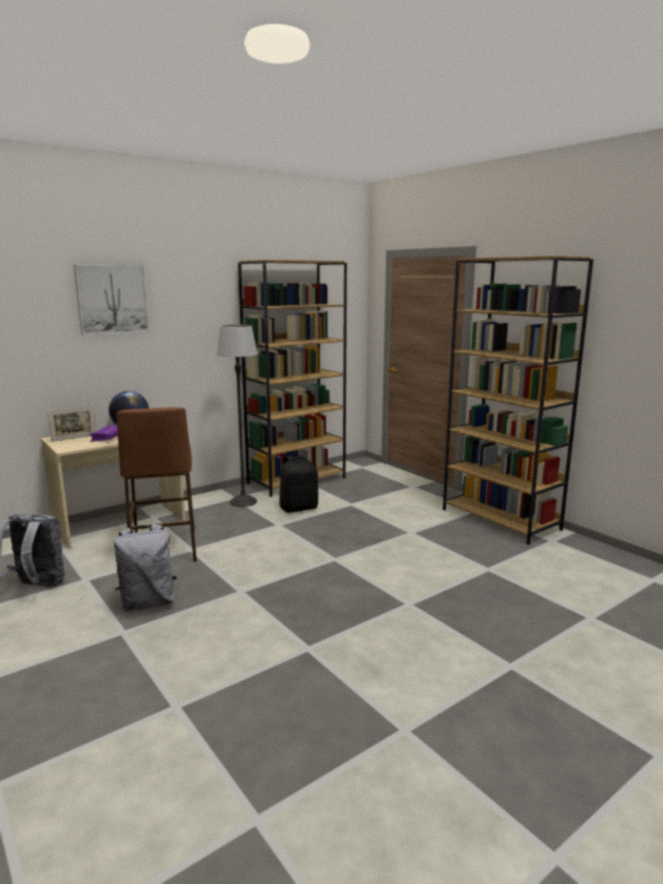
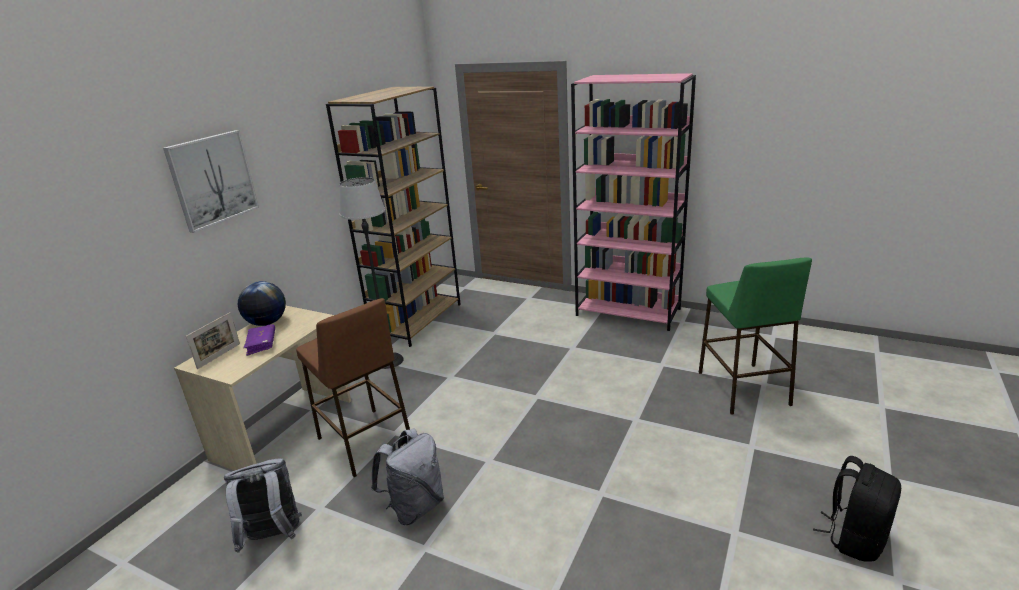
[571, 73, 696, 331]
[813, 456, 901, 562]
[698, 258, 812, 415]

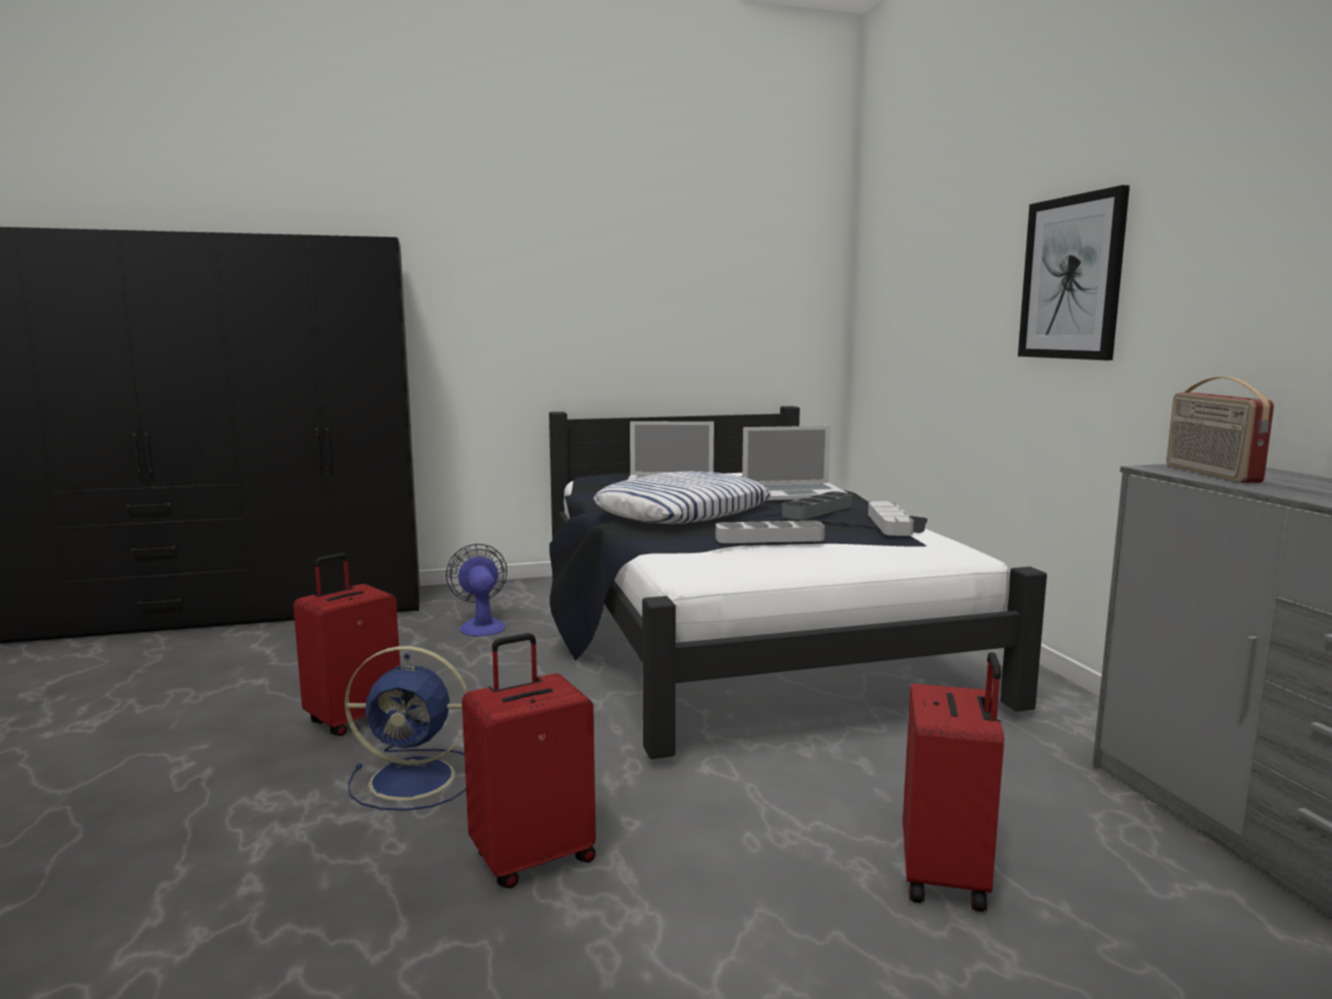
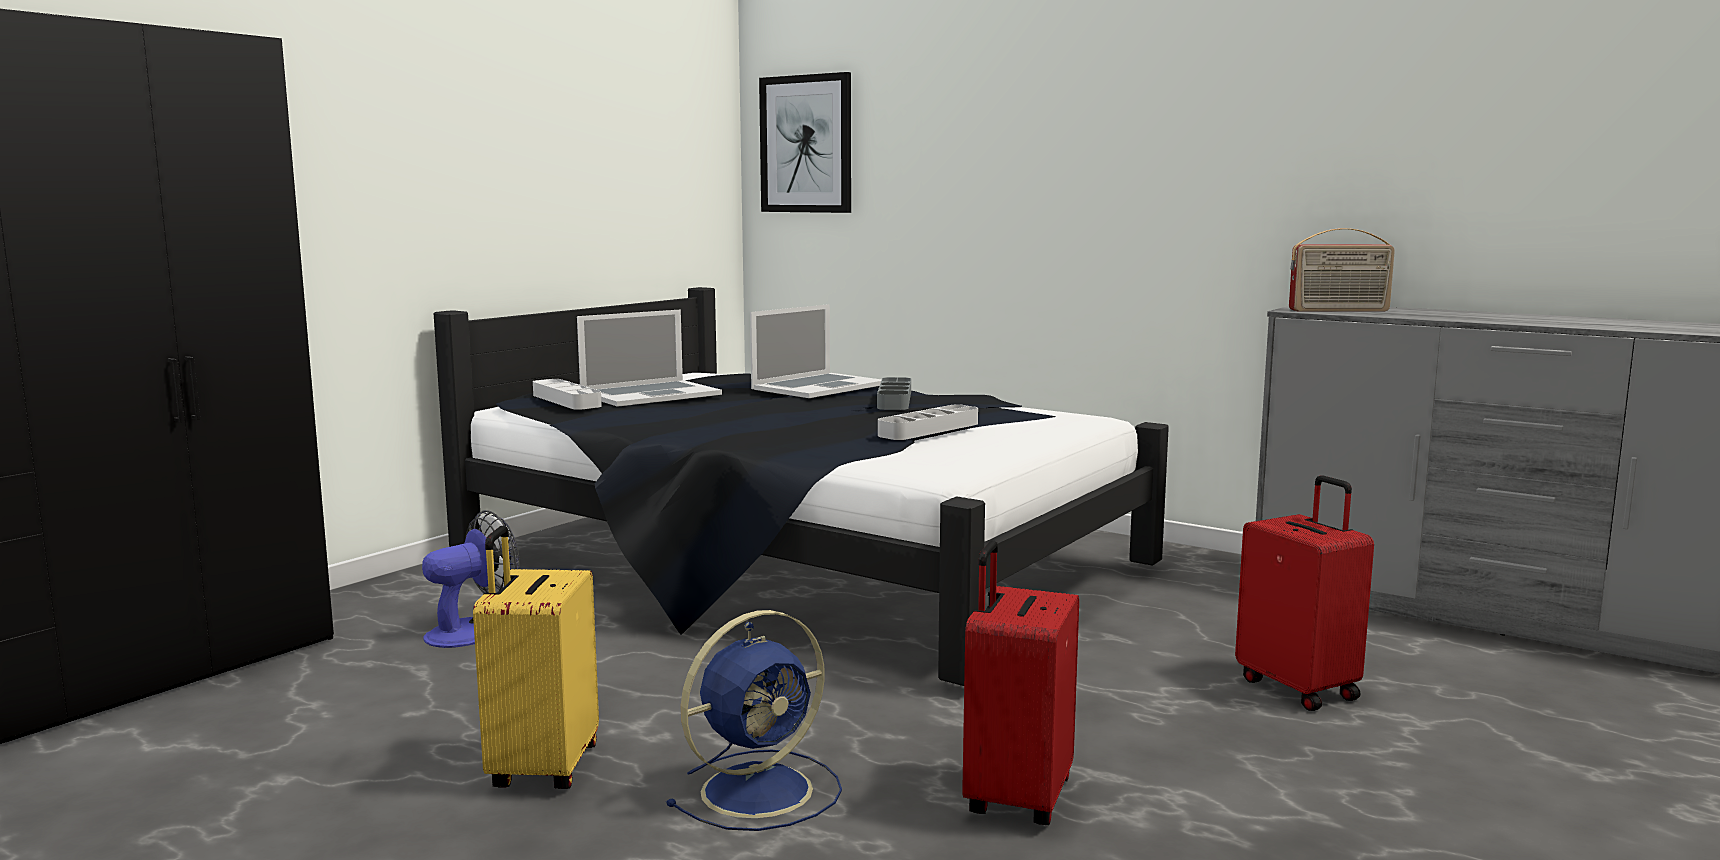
[759, 72, 851, 213]
[1289, 228, 1395, 312]
[593, 471, 771, 524] (first image)
[533, 379, 602, 410]
[422, 510, 520, 648]
[473, 526, 599, 789]

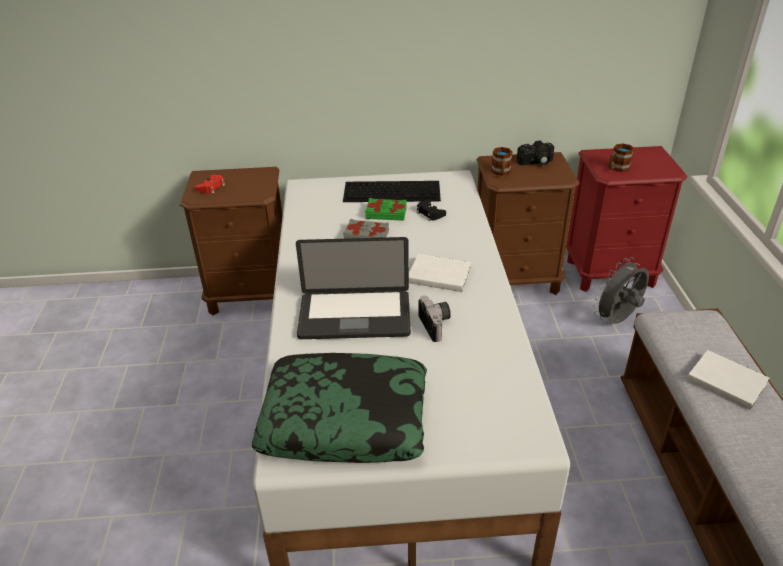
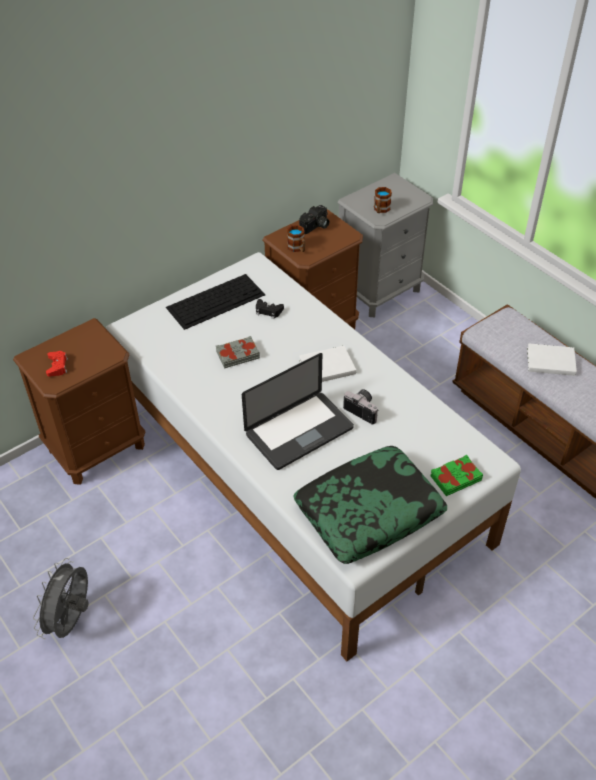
[337, 173, 433, 317]
[431, 455, 483, 496]
[33, 558, 89, 639]

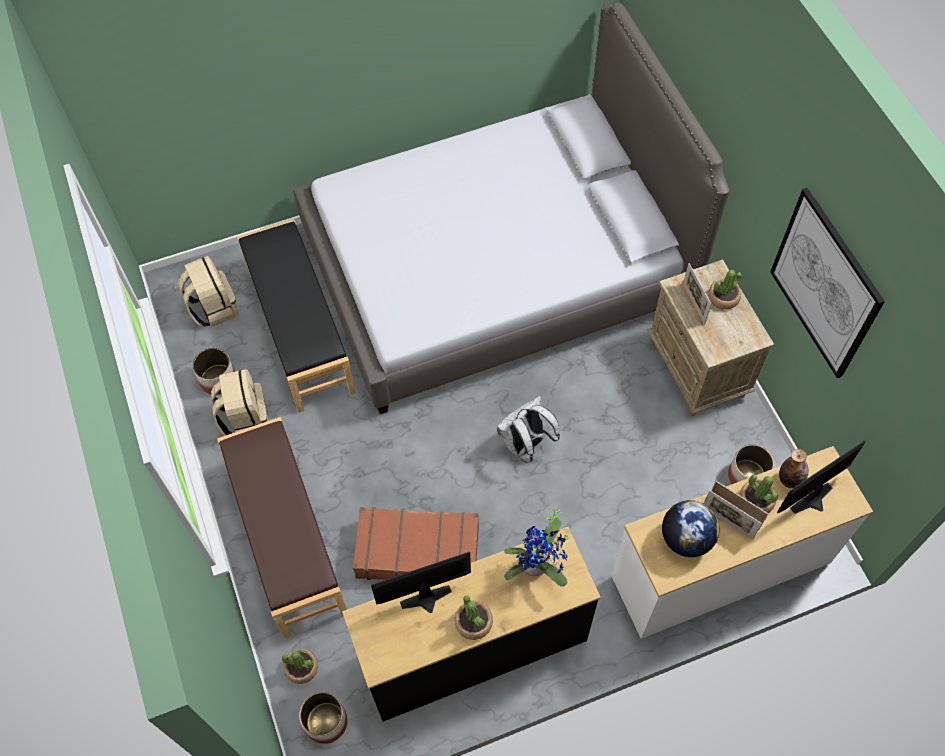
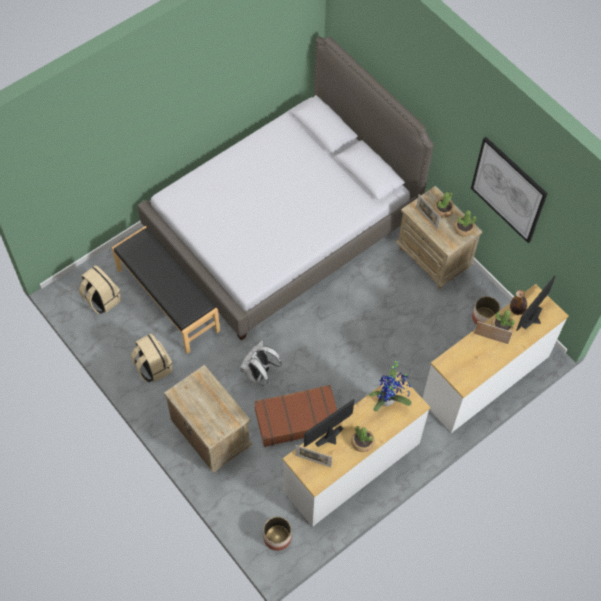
[192, 348, 235, 395] (first image)
[240, 340, 282, 386]
[164, 365, 252, 473]
[295, 445, 332, 467]
[662, 500, 720, 557] (first image)
[283, 373, 431, 527]
[454, 210, 476, 237]

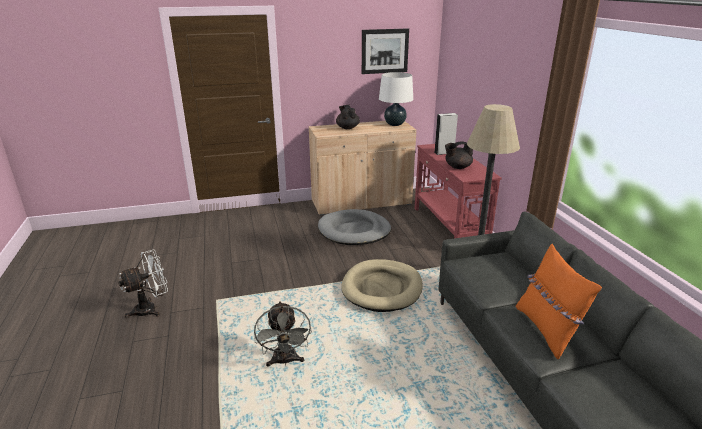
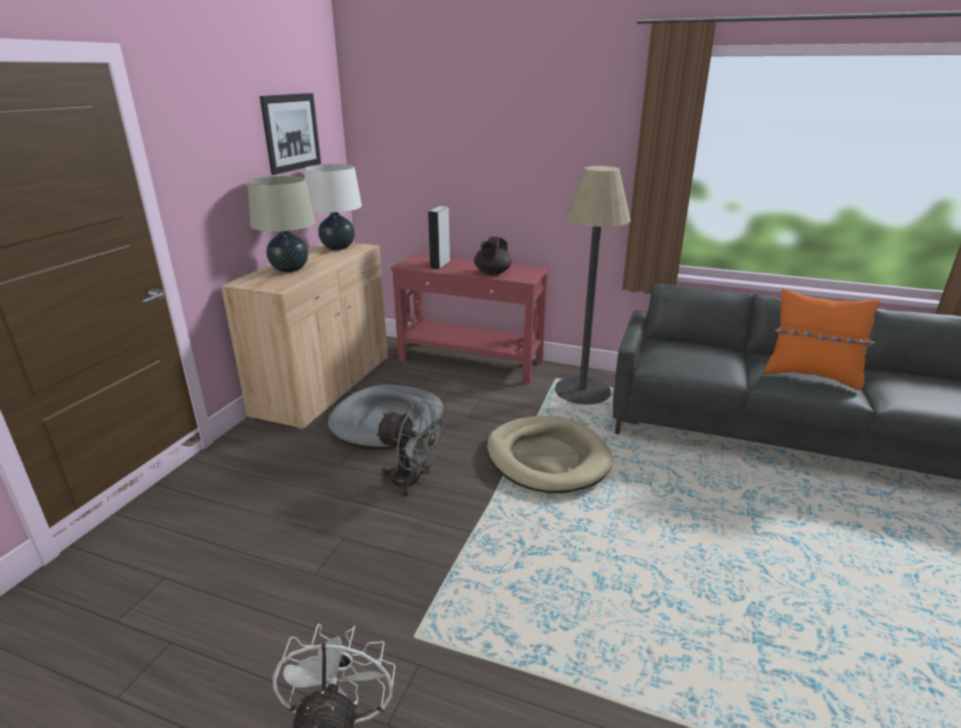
[248, 176, 315, 272]
[375, 400, 446, 497]

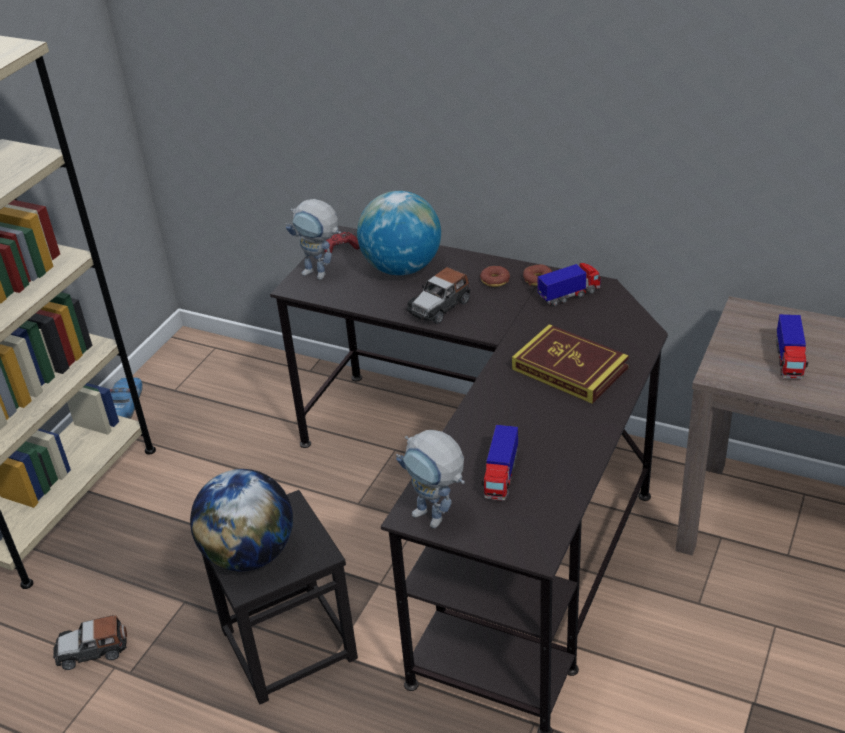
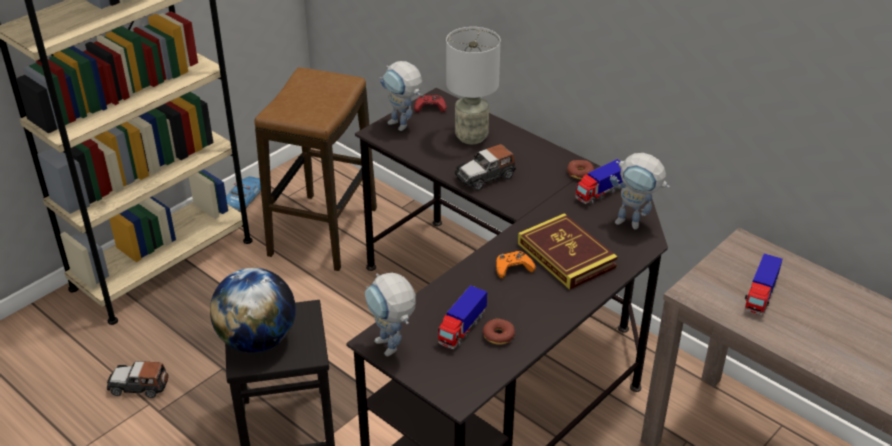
[446, 27, 501, 144]
[575, 159, 623, 204]
[483, 319, 515, 345]
[254, 67, 377, 271]
[610, 153, 670, 229]
[496, 251, 536, 278]

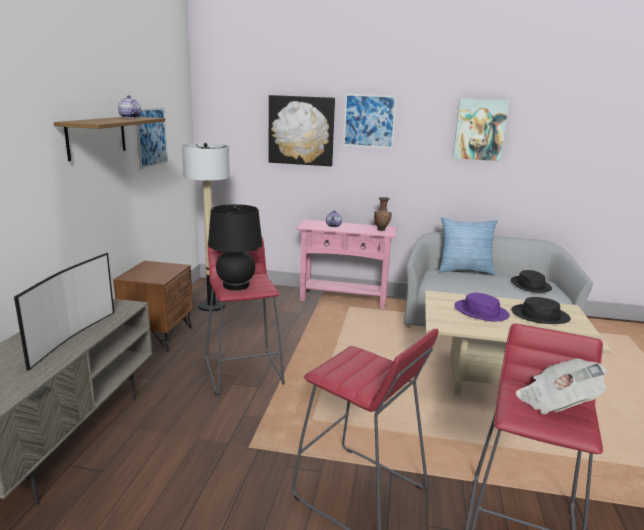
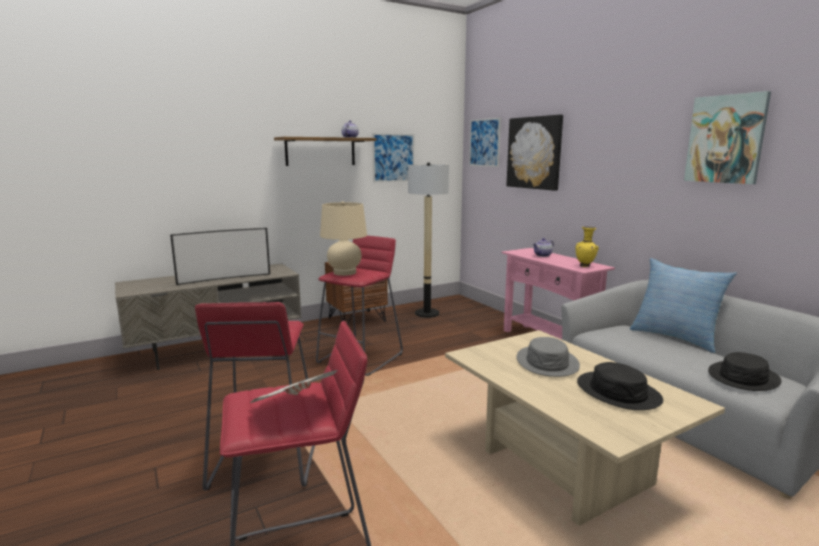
[469, 117, 501, 167]
[575, 226, 599, 267]
[320, 201, 367, 276]
[517, 337, 580, 377]

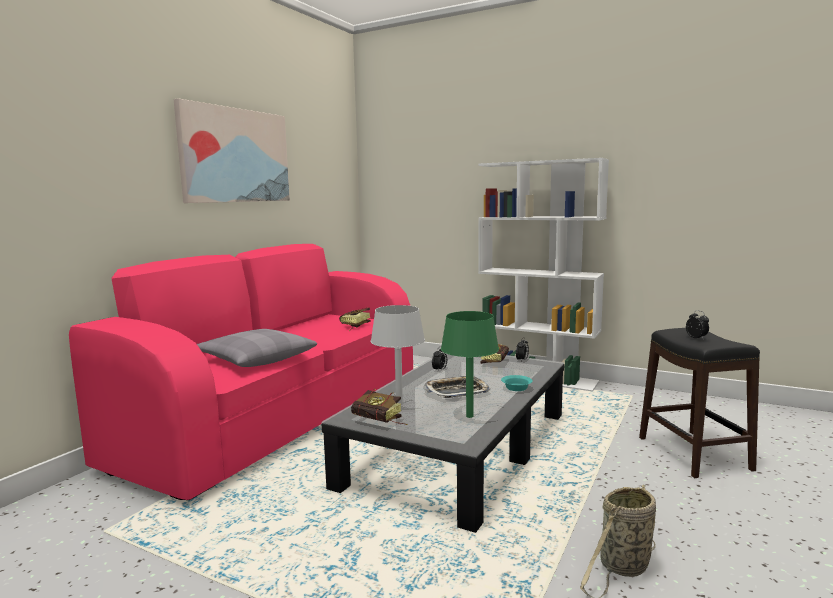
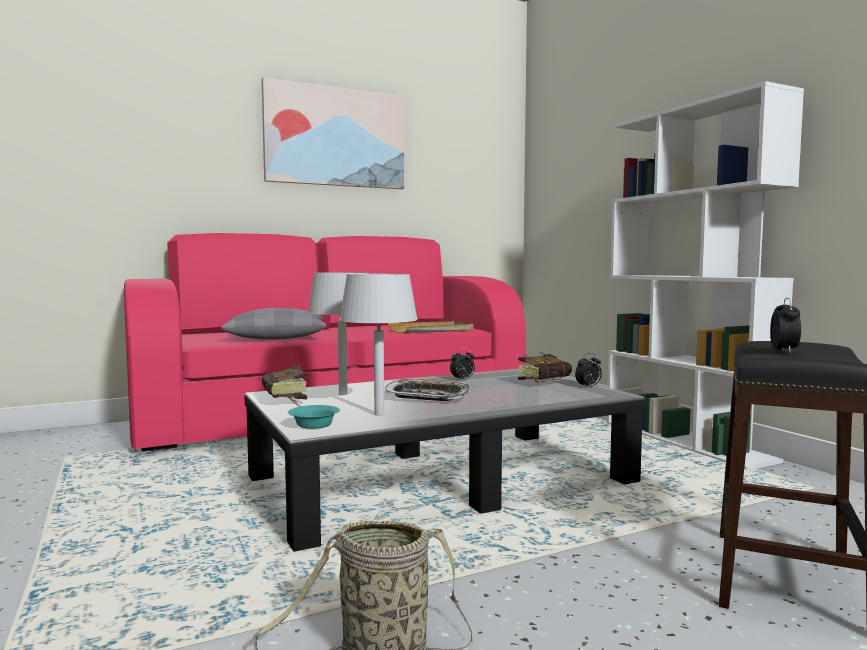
[388, 321, 473, 333]
[339, 274, 418, 416]
[288, 405, 340, 429]

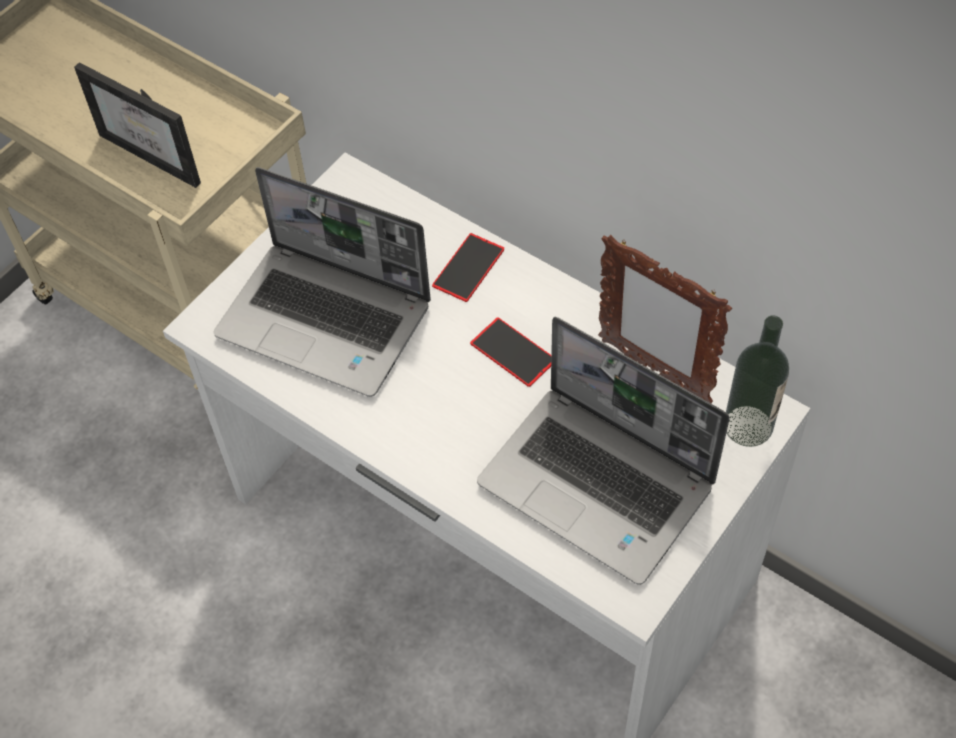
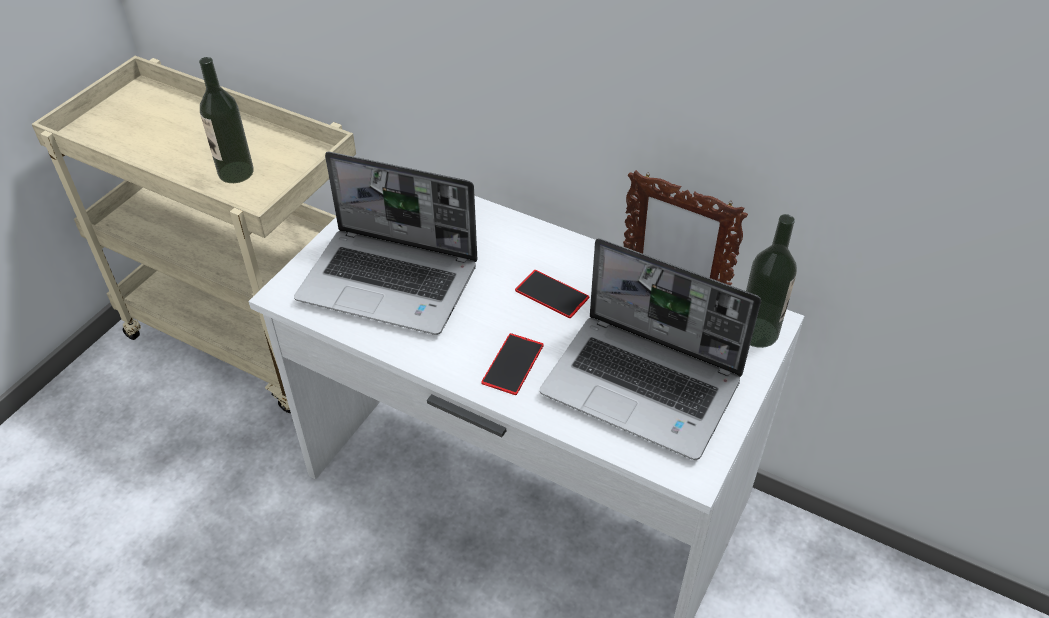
[199, 57, 254, 183]
[481, 333, 544, 395]

